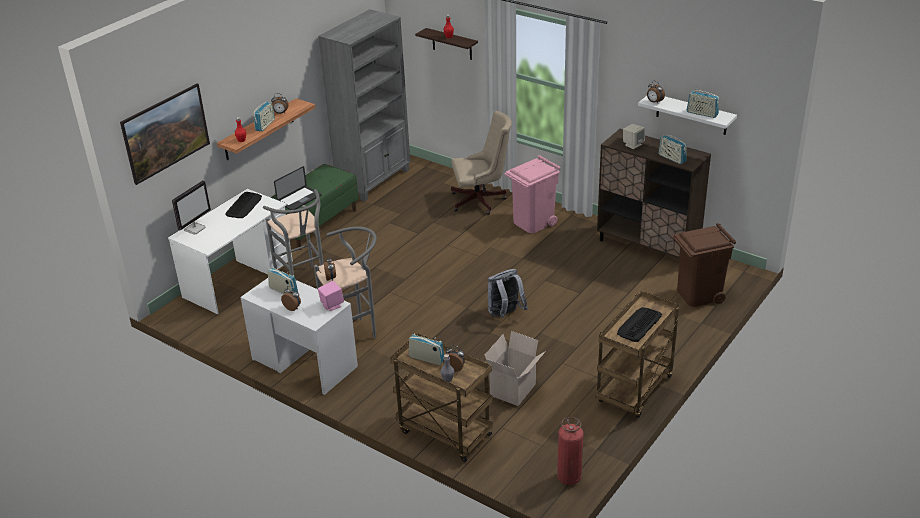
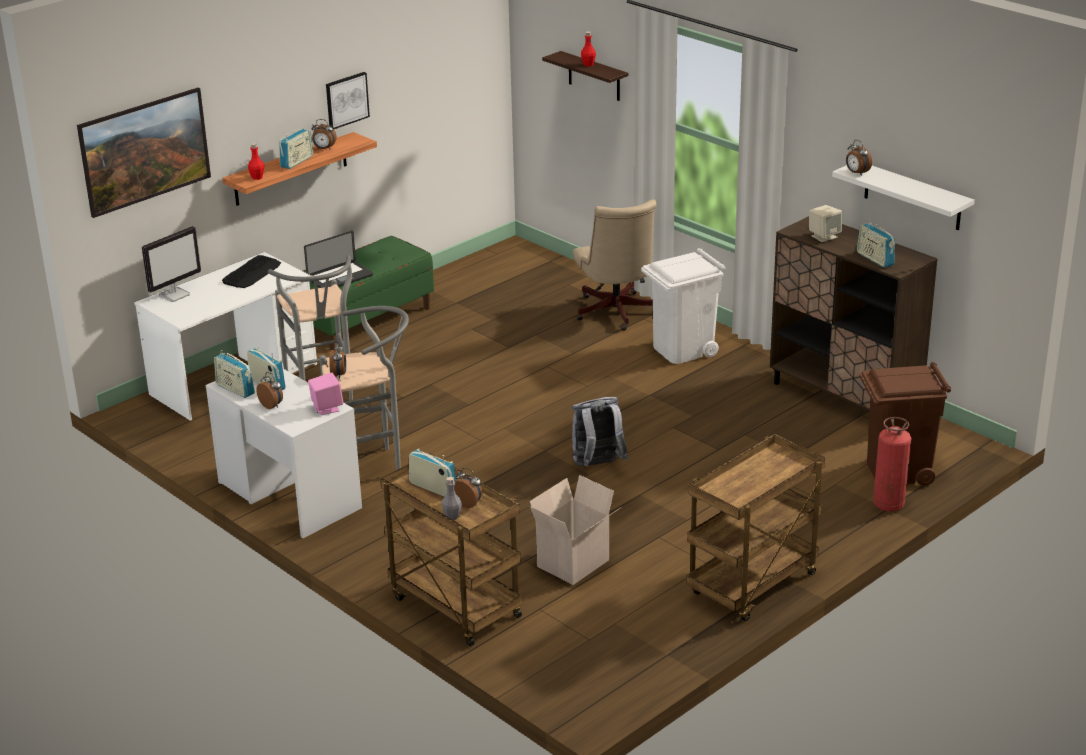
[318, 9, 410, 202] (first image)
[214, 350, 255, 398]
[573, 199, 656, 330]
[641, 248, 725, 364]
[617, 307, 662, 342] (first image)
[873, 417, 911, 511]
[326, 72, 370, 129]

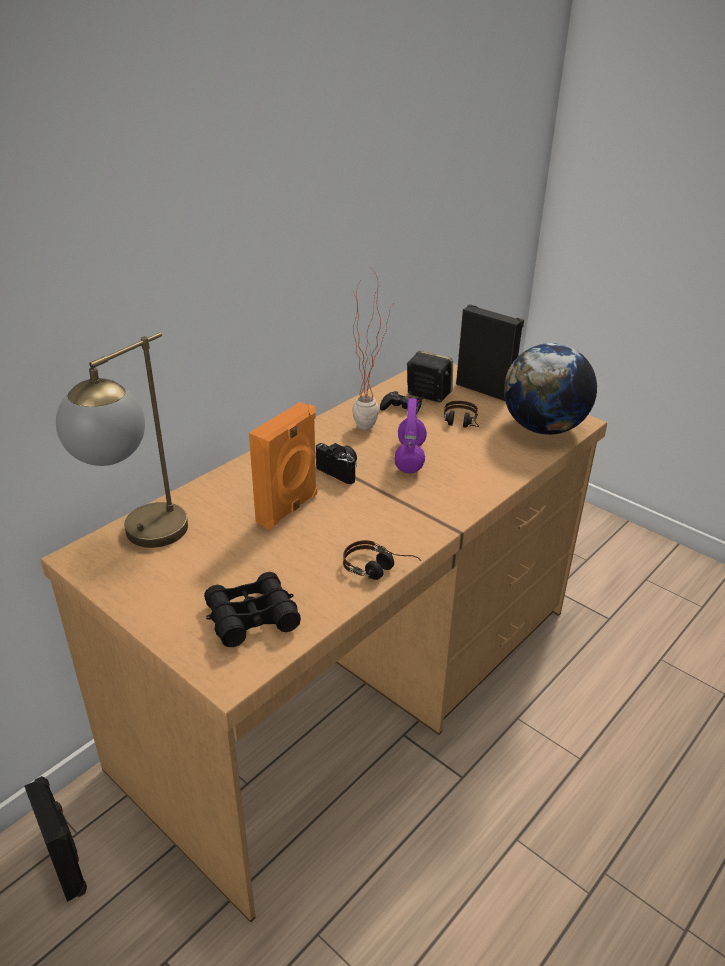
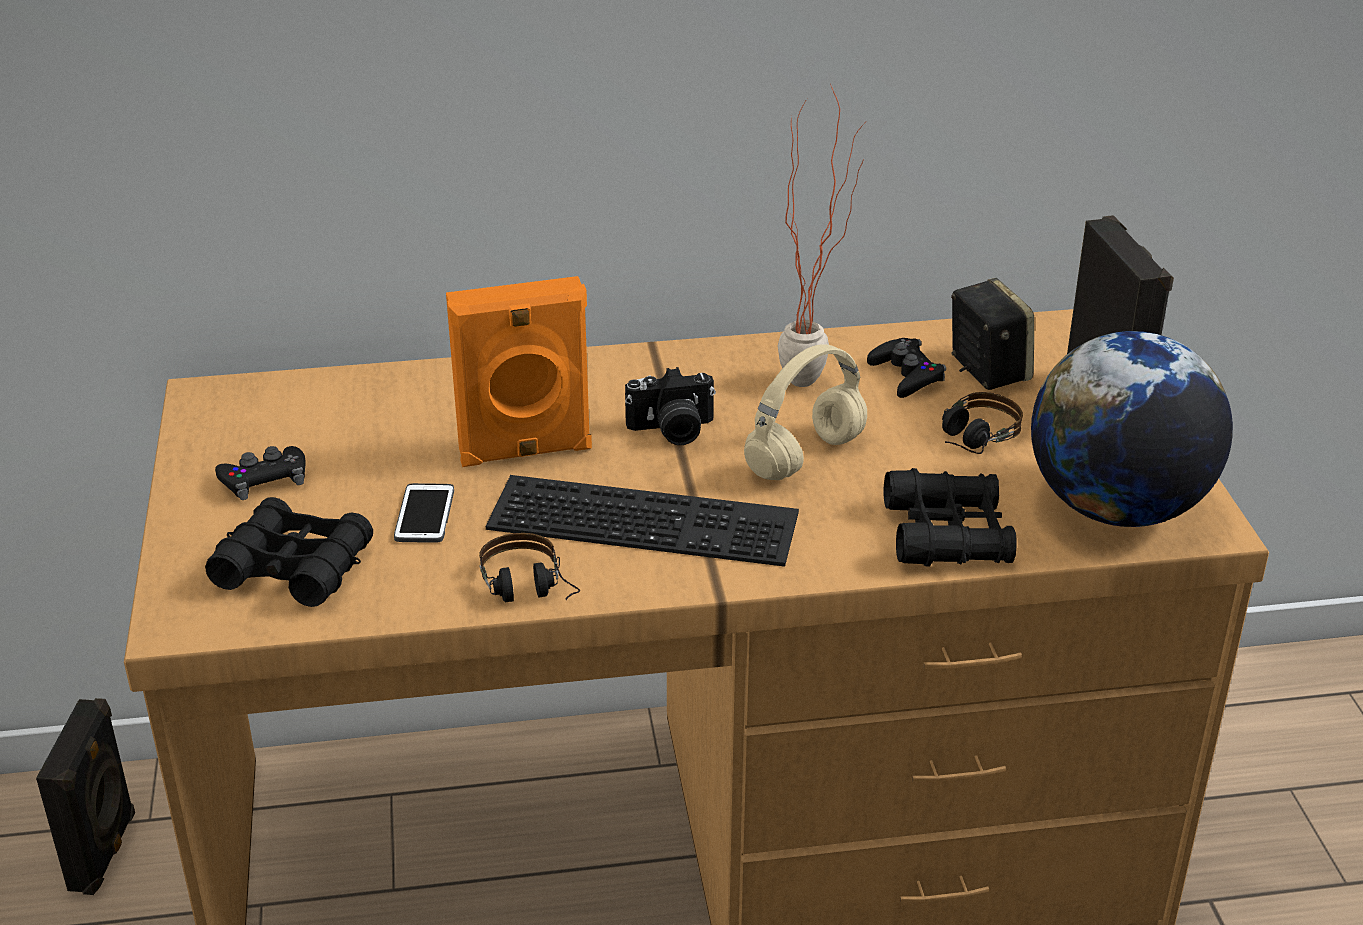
[56, 332, 188, 548] (first image)
[744, 344, 867, 480]
[625, 367, 716, 445]
[215, 446, 306, 500]
[884, 468, 1017, 567]
[486, 475, 799, 567]
[394, 483, 454, 543]

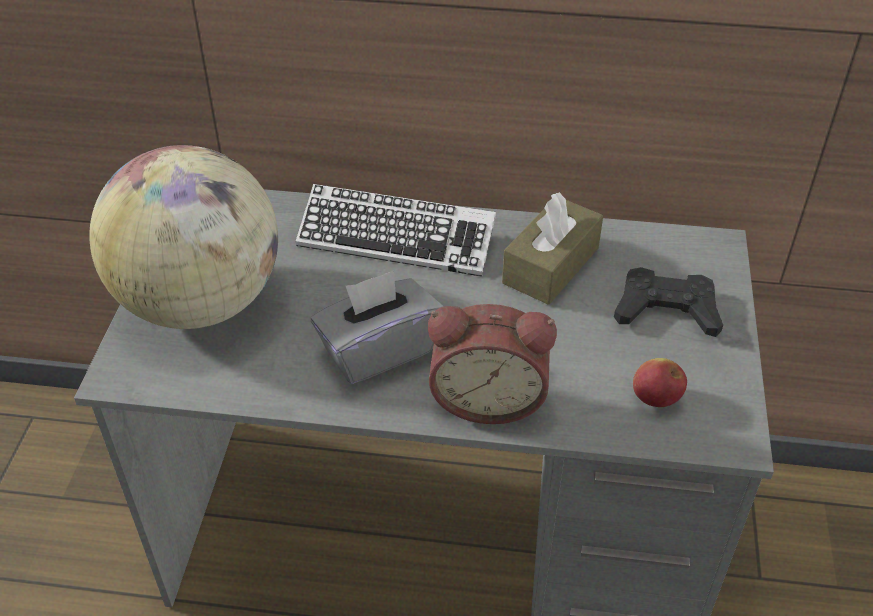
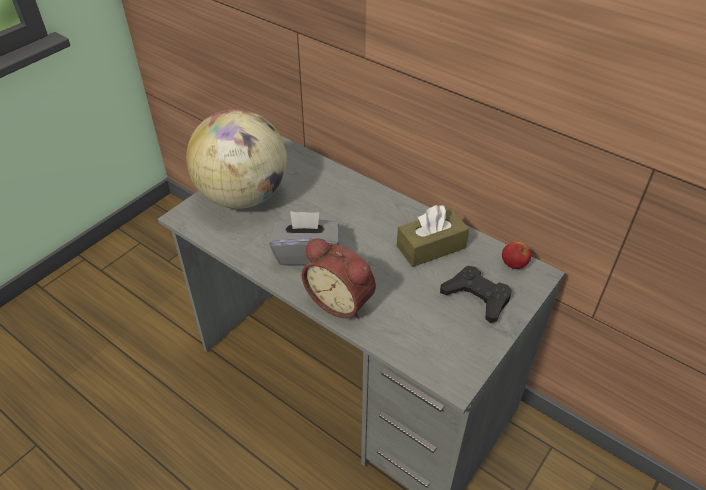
[296, 184, 496, 277] (first image)
[502, 242, 531, 269]

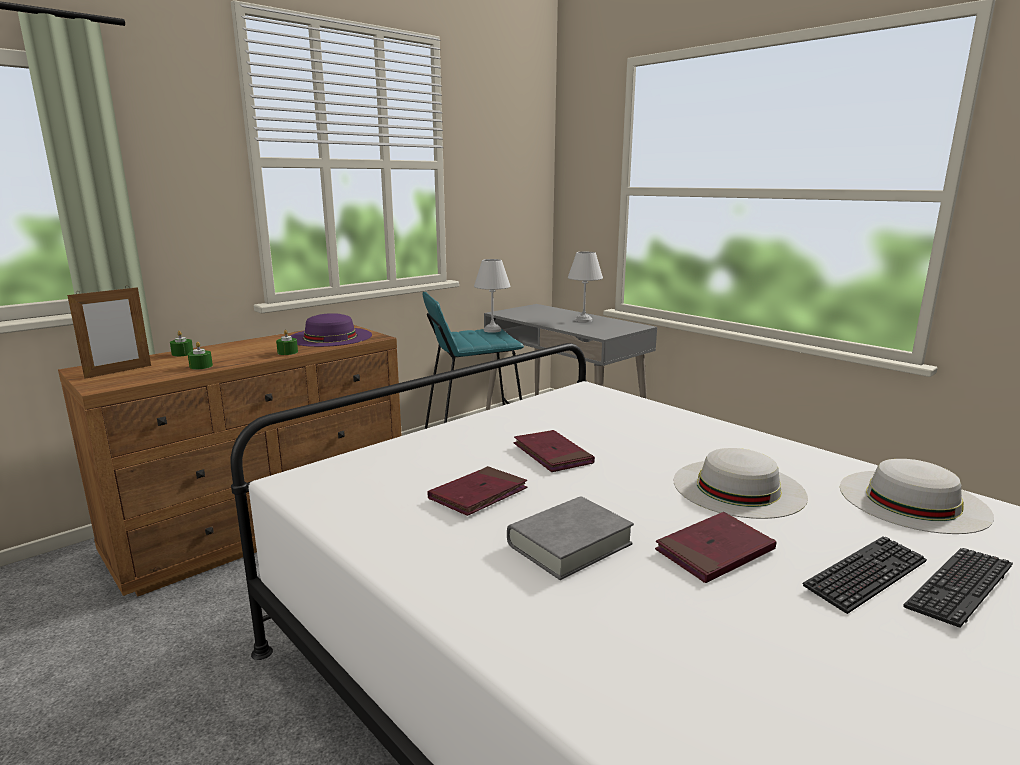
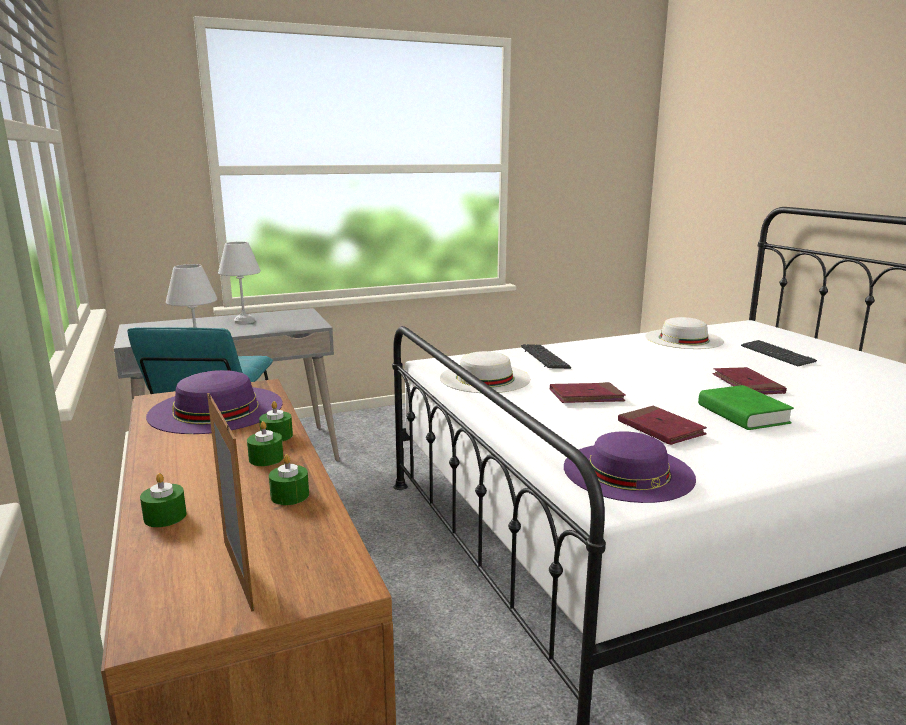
[440, 351, 531, 393]
[698, 385, 794, 430]
[521, 344, 571, 369]
[247, 421, 284, 466]
[564, 431, 696, 503]

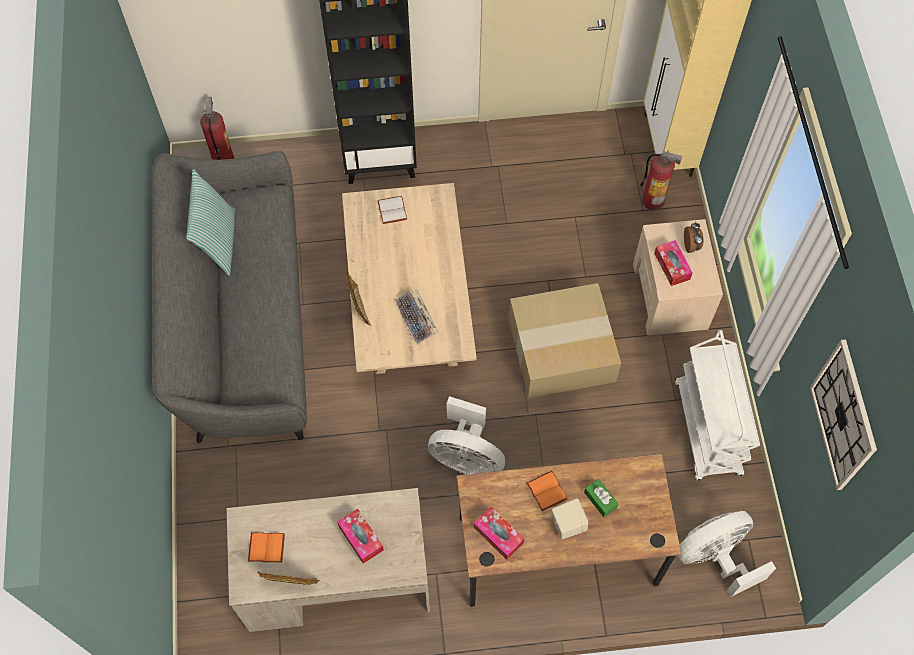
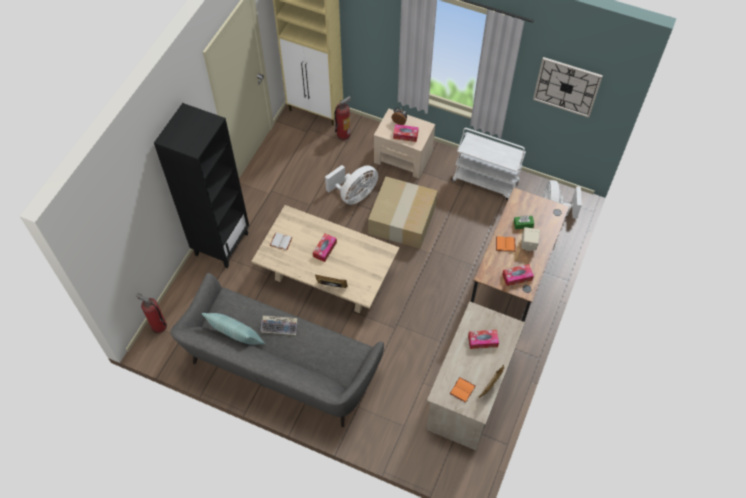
[260, 315, 297, 335]
[325, 165, 378, 205]
[313, 233, 337, 262]

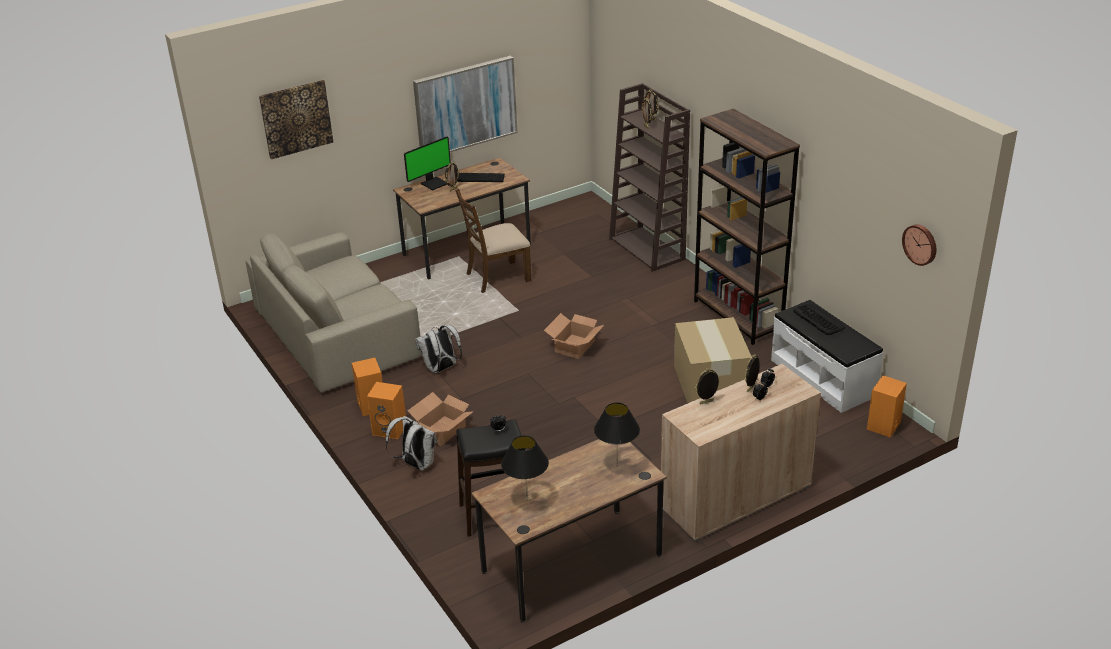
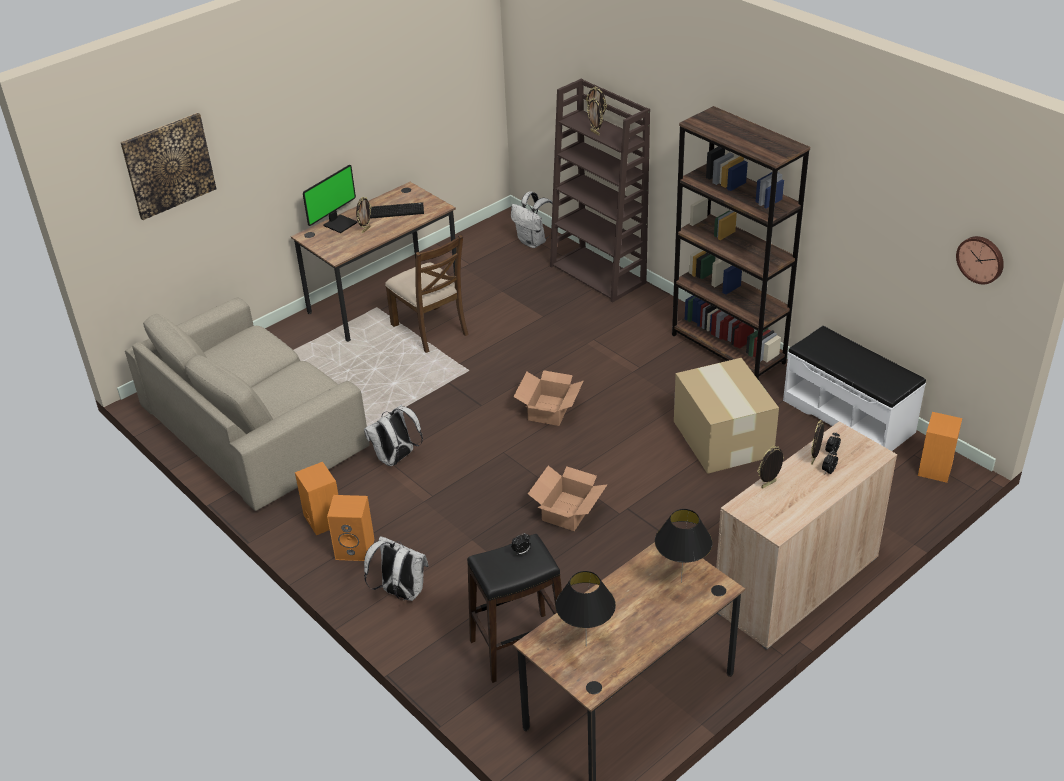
[413, 56, 518, 152] (first image)
[385, 234, 468, 353]
[793, 304, 845, 335] (first image)
[528, 466, 608, 531]
[511, 191, 553, 248]

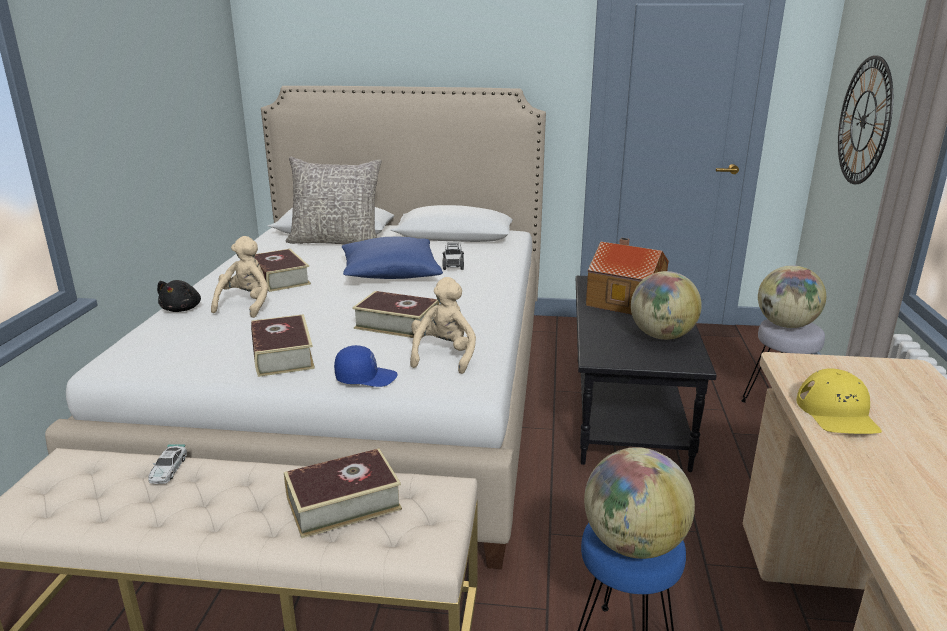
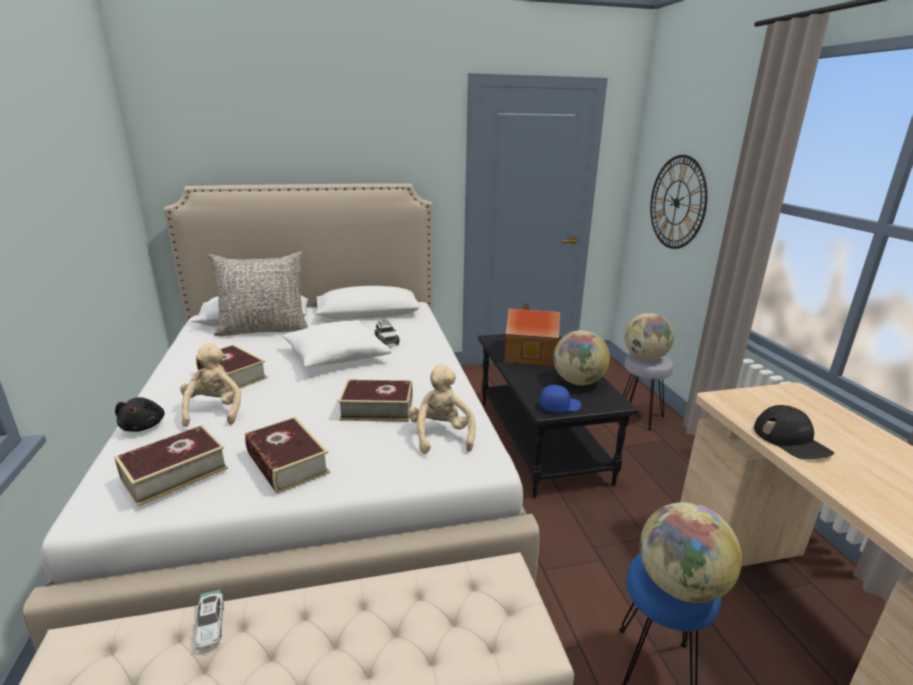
[282, 320, 392, 367]
[540, 385, 581, 413]
[754, 405, 834, 459]
[114, 425, 228, 507]

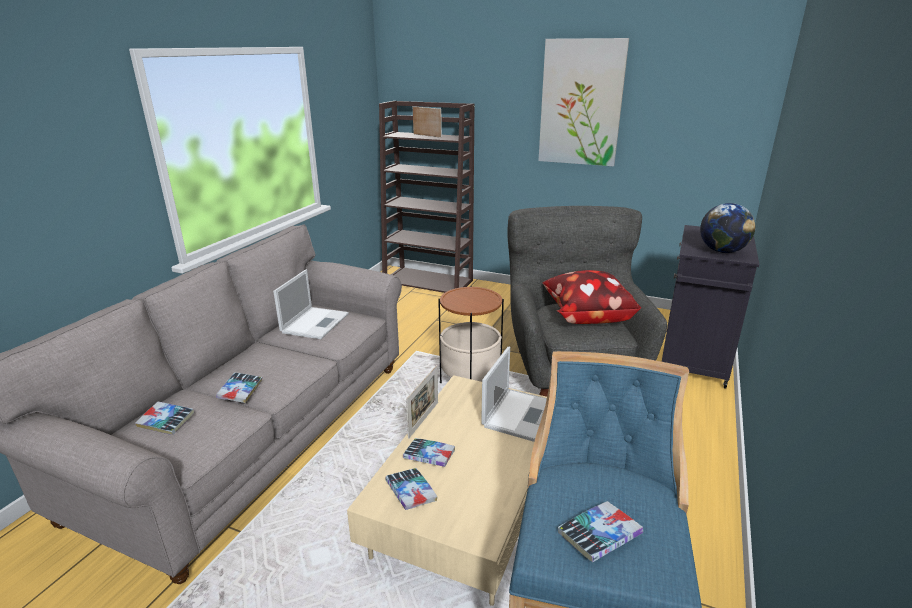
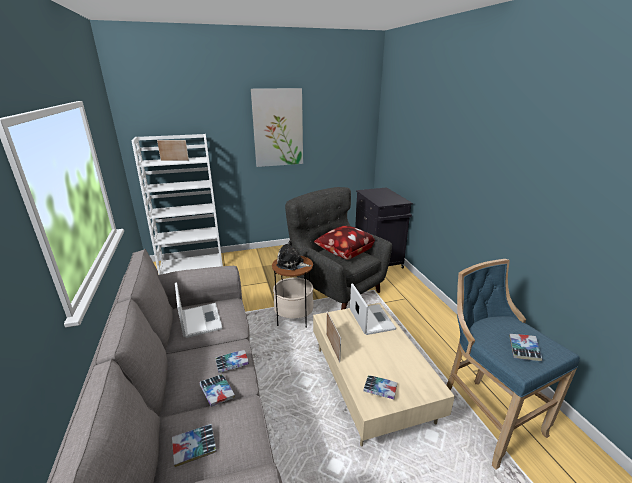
[132, 134, 223, 275]
[700, 203, 755, 253] (first image)
[215, 350, 249, 373]
[276, 240, 311, 270]

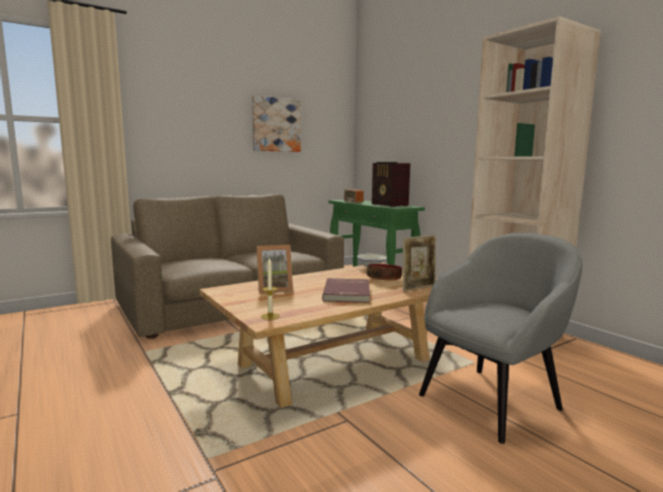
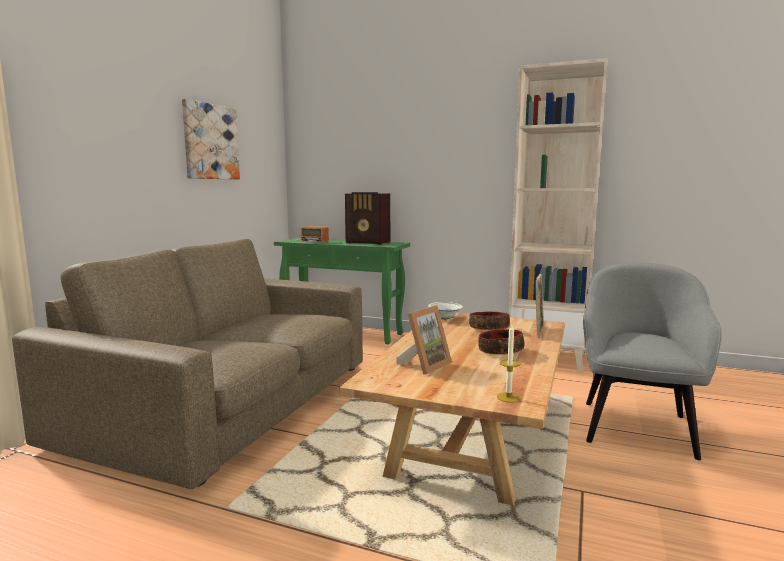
[478, 329, 524, 355]

